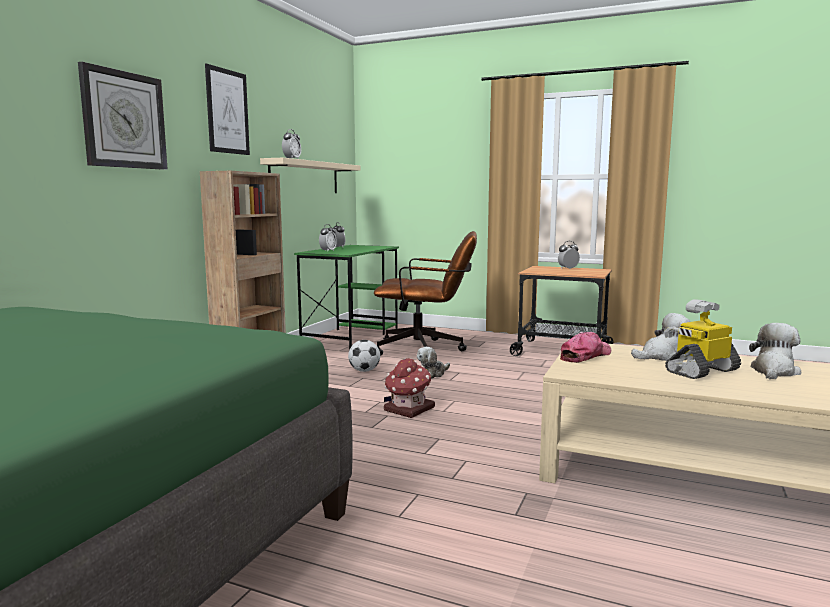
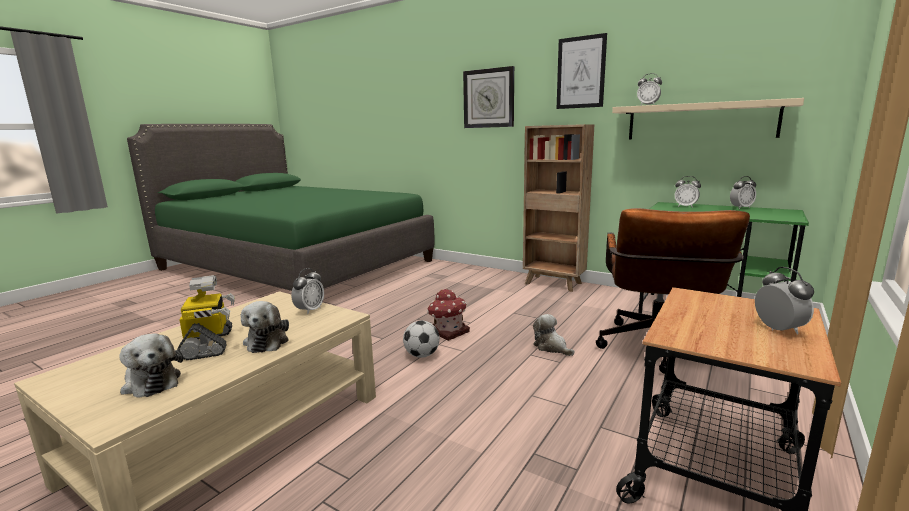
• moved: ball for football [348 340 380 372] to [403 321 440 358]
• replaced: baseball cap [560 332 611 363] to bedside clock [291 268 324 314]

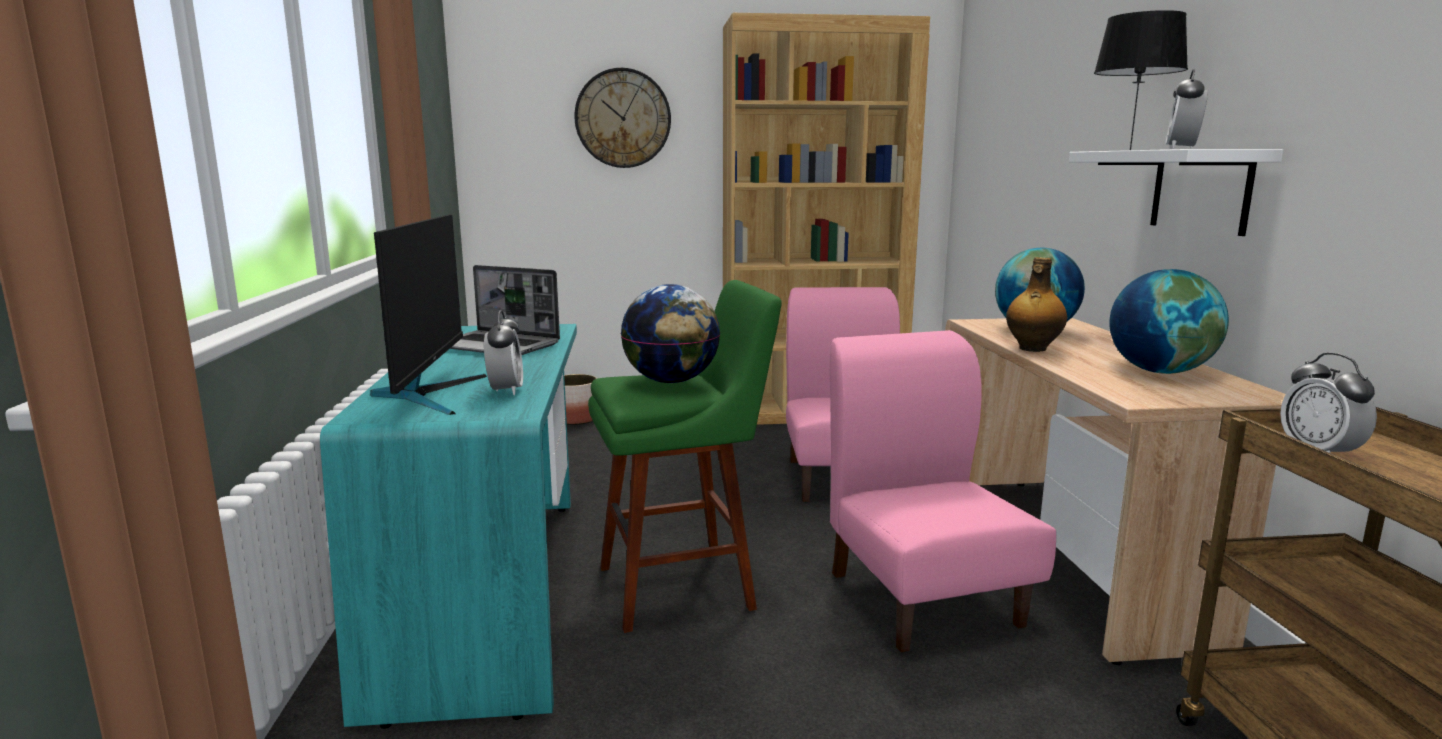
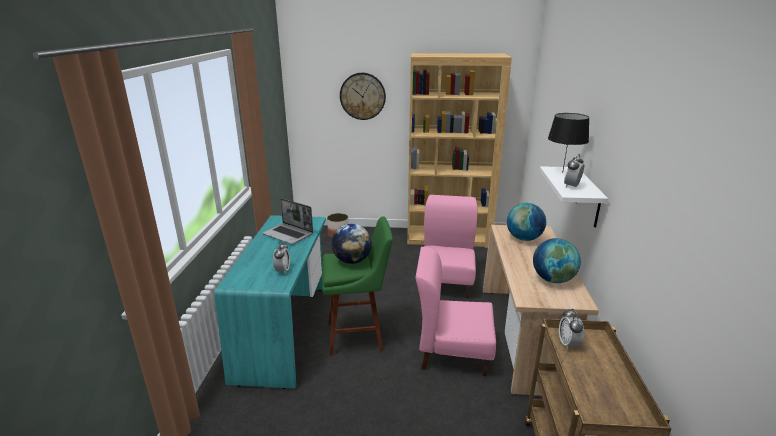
• removed: computer screen [370 214 487 415]
• removed: drink bottle [1006 257 1067 352]
• turned: pink plain chair [830 330 1056 652] = [415 247 496 376] 75 degrees counterclockwise

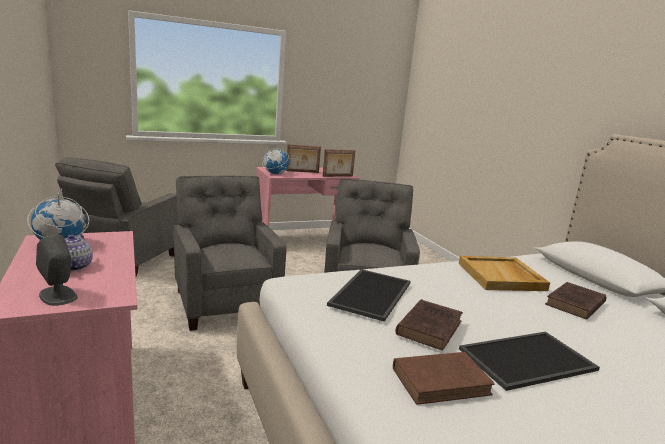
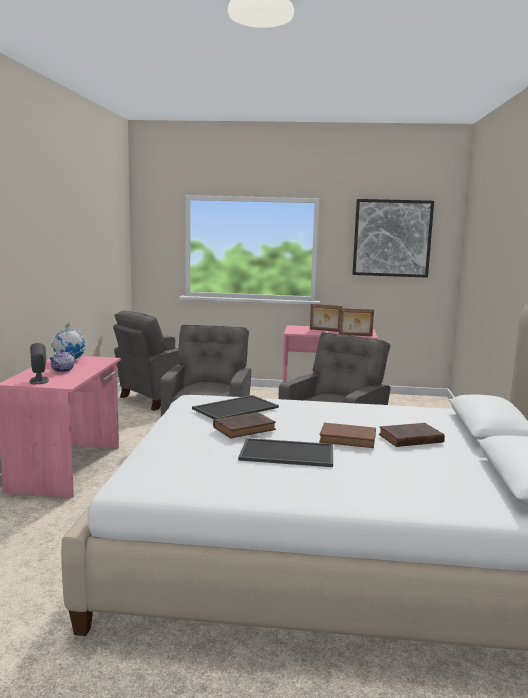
• removed: globe [262 143 289 174]
• removed: beige-coloured carrying tray [459 256 550 291]
• added: picture [352 199 434 278]
• moved: brown-coloured book [393 352 495 405] to [319 423 376 448]

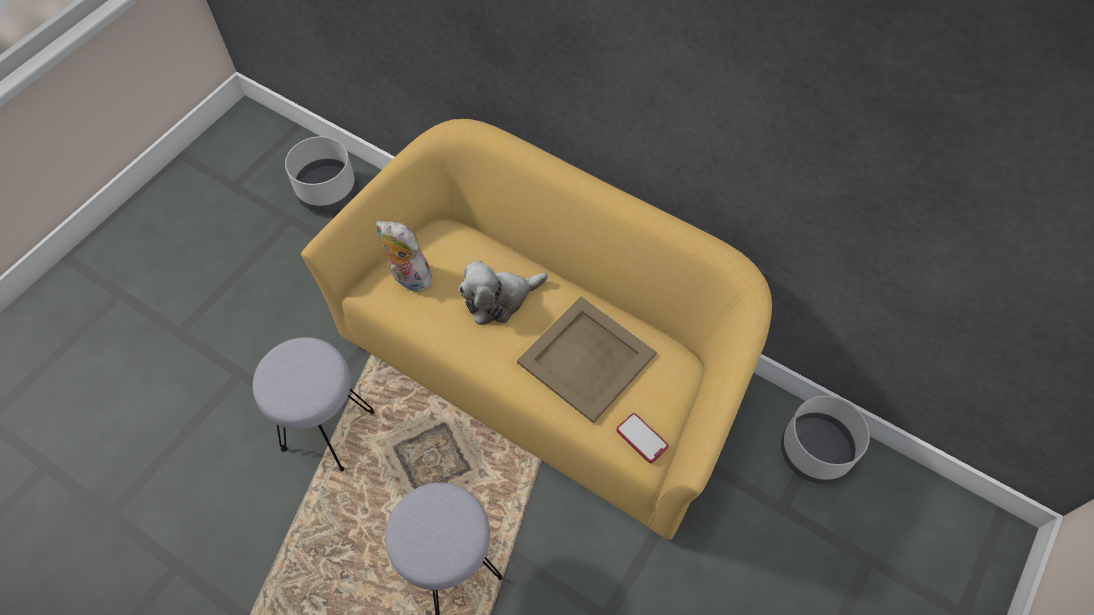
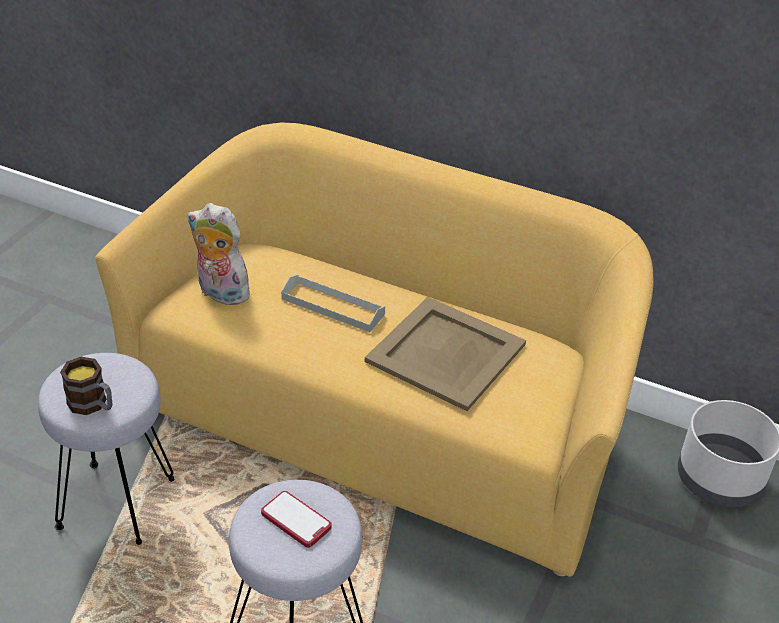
• removed: grey plant pot [285 136 357 212]
• added: coffee mug [60 357 113 415]
• moved: phone [616 413 668 463] to [261 491 332 548]
• replaced: soft toy [458 260 548 325] to grey carrying tray [281 275 385 332]

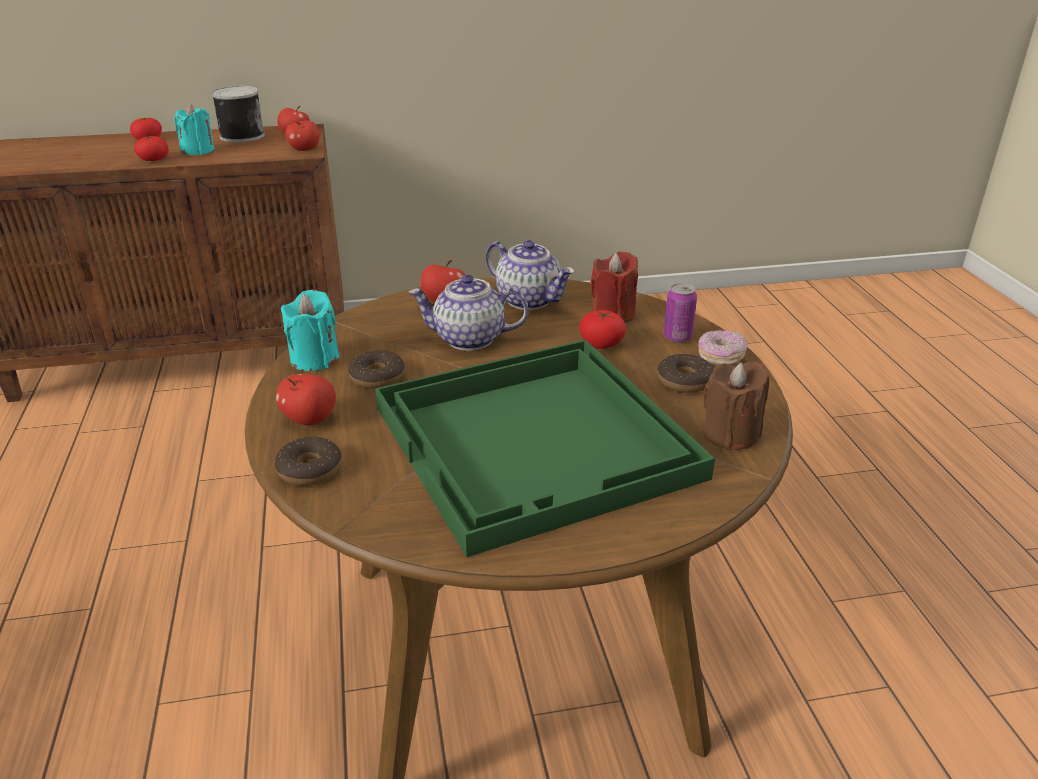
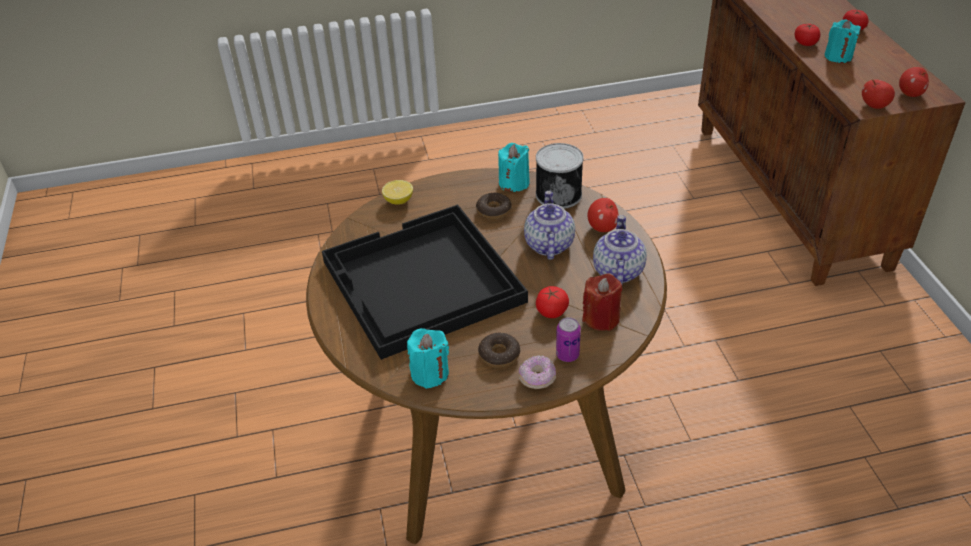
• removed: whole apple [276 374 336 425]
• moved: metal can [212 86 265 142] to [536 143 584 209]
• replaced: donut [275 437 342 486] to lemon [382 180 413 205]
• recoloured: greenish carrying tray [375 340 715 557] to black-coloured carrying tray [322 204 528 360]
• recoloured: brown-coloured wax light [703 361 769 451] to turquoise wax light [407 328 449 389]
• turned: teapot [486 240 575 310] = [593 215 647 284] 150 degrees clockwise

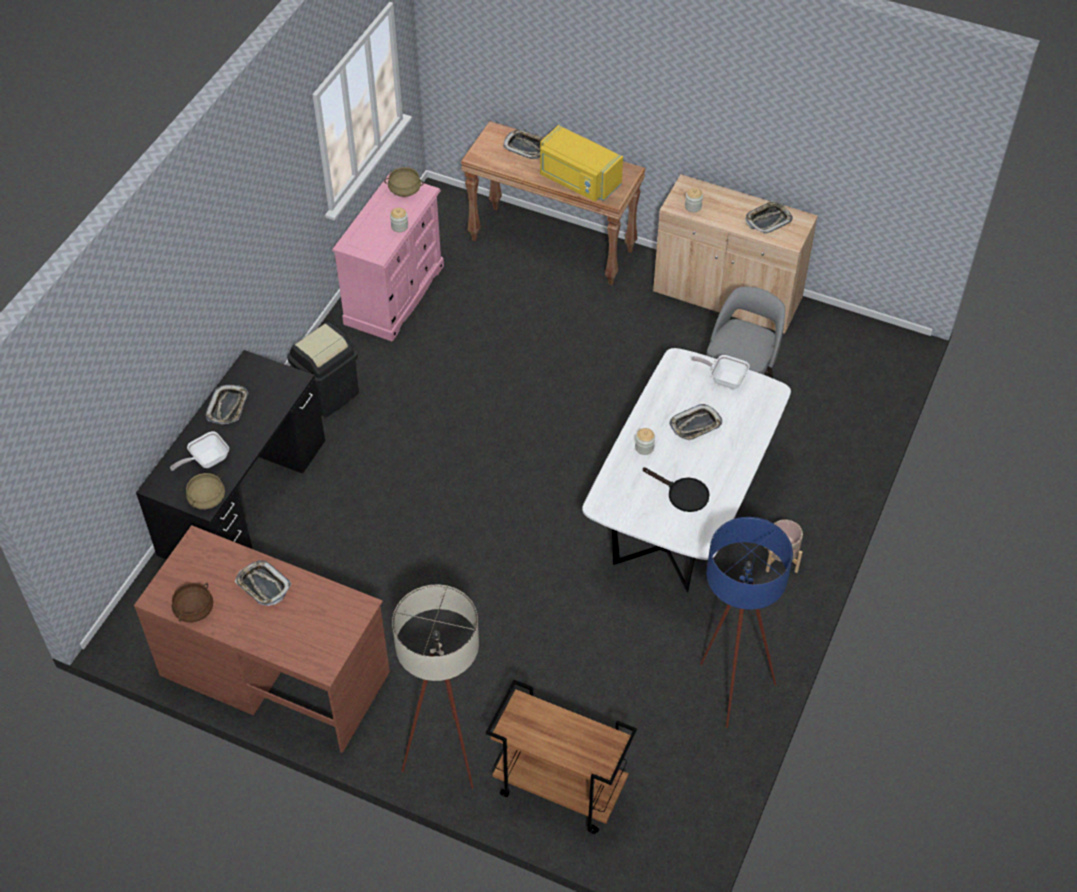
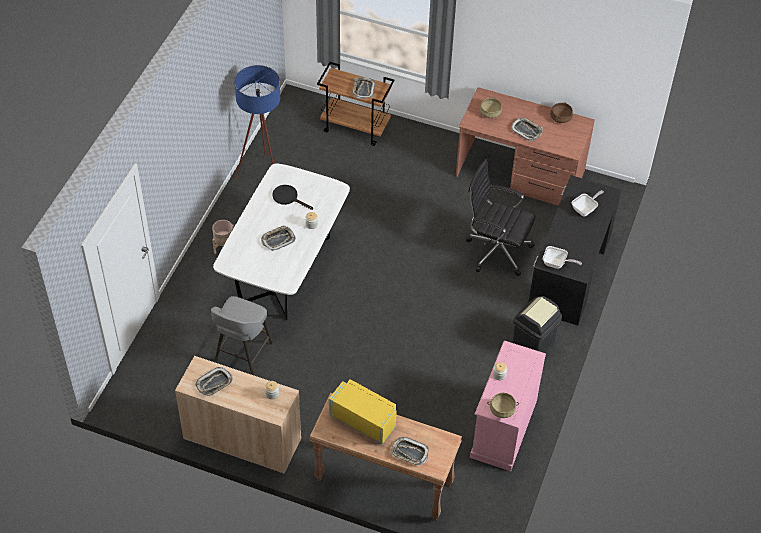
• removed: beige-coloured floor lamp [392 584 479 789]
• added: black-coloured computer chair [466 159 536 276]
• moved: beige-coloured cooking pot [186 473 225 509] to [479 98 502 118]
• moved: carrying tray [206 385 248 424] to [352 77 375 99]
• moved: frying pan [691 355 750 389] to [543 246 582 269]

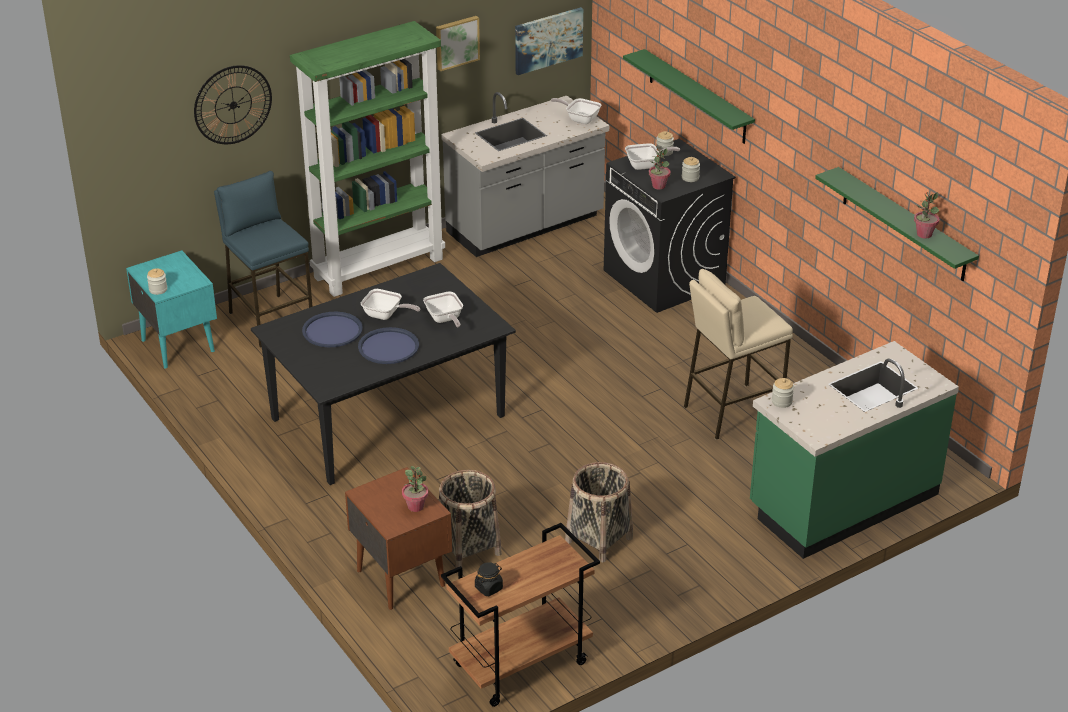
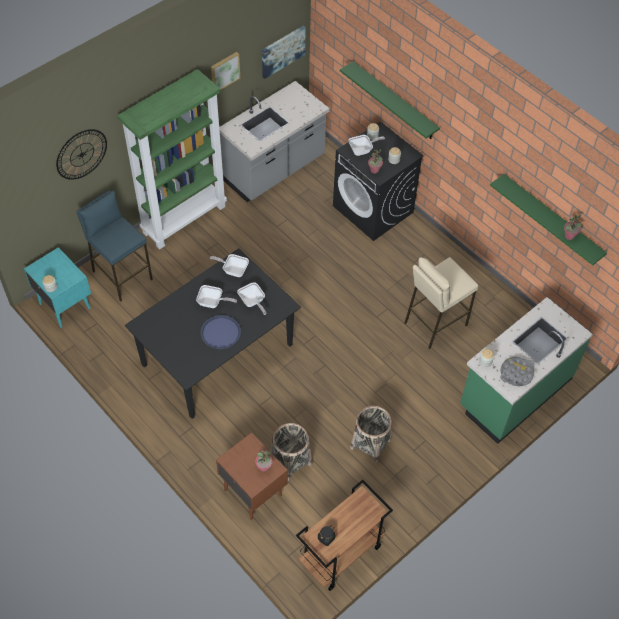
• removed: bluish carrying tray [302 312 363 347]
• added: grey carrying tray [500 357 535 387]
• moved: frying pan [551 98 602 124] to [210 254 249 277]

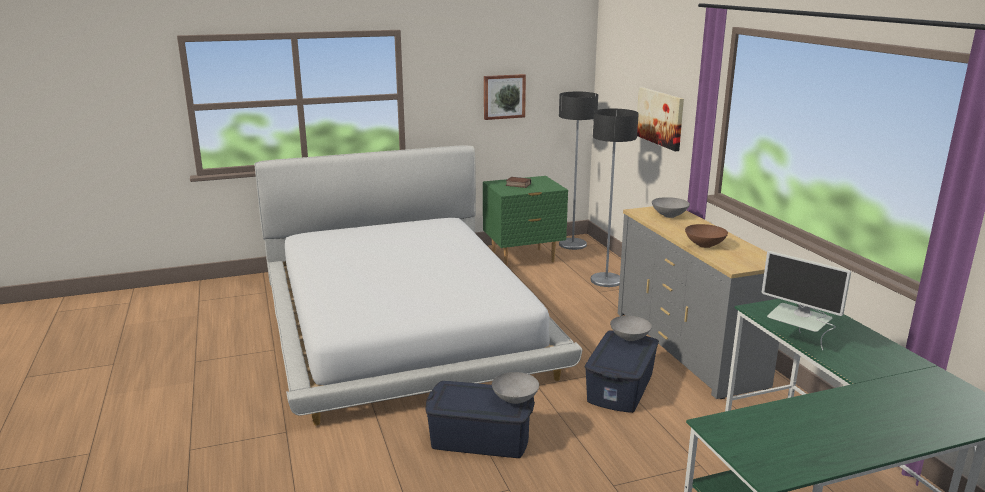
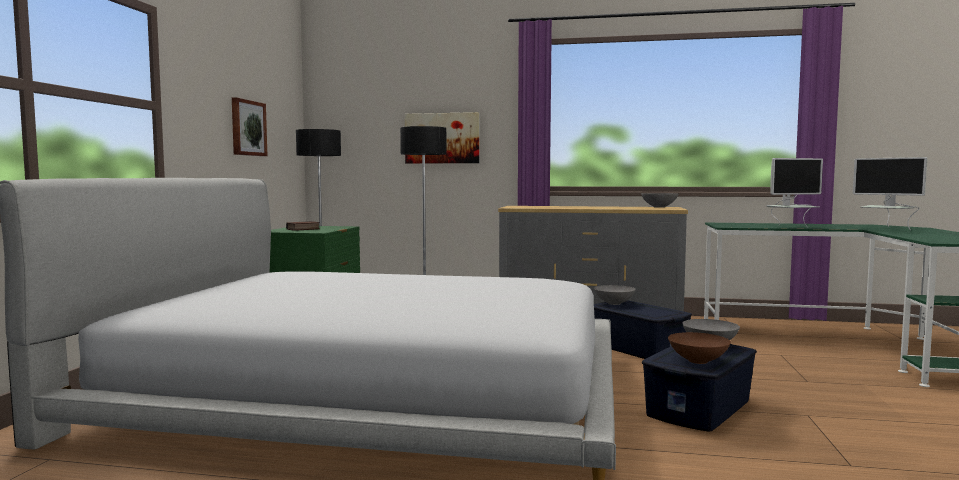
• added: computer screen [853 157 928 230]
• moved: grey deep dish [652 197 690 218] to [641 193 678 208]
• moved: brown-coloured deep dish [685 224 728 248] to [668 332 731 364]

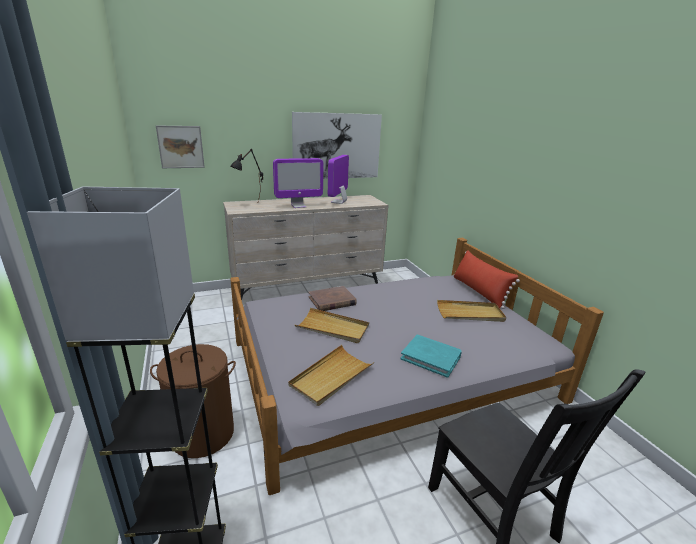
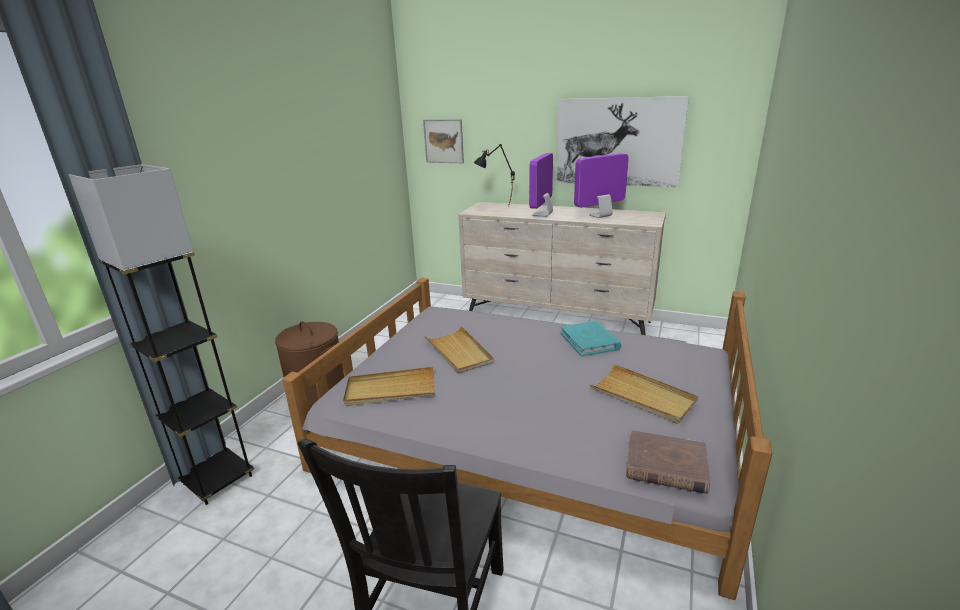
• removed: reddish throw pillow [453 250 520 309]
• moved: brown-coloured book [309 286 357 311] to [626 430 710 494]
• moved: turquoise book [401 335 462 378] to [561 321 621 356]
• turned: computer screen [273 158 323 208] = [529 153 553 217] 90 degrees clockwise

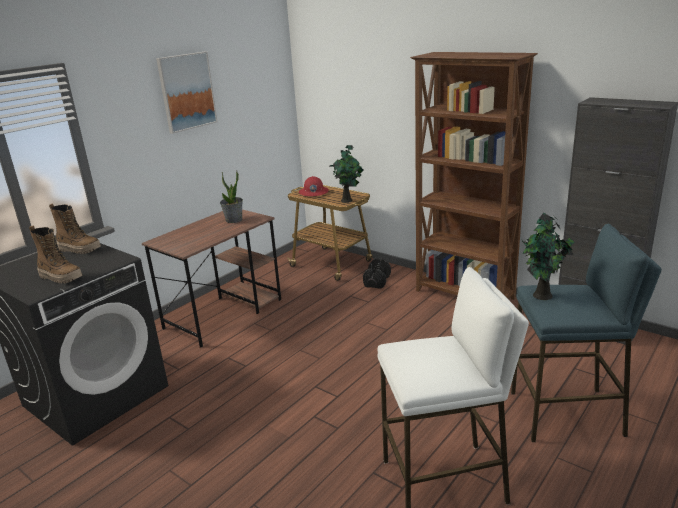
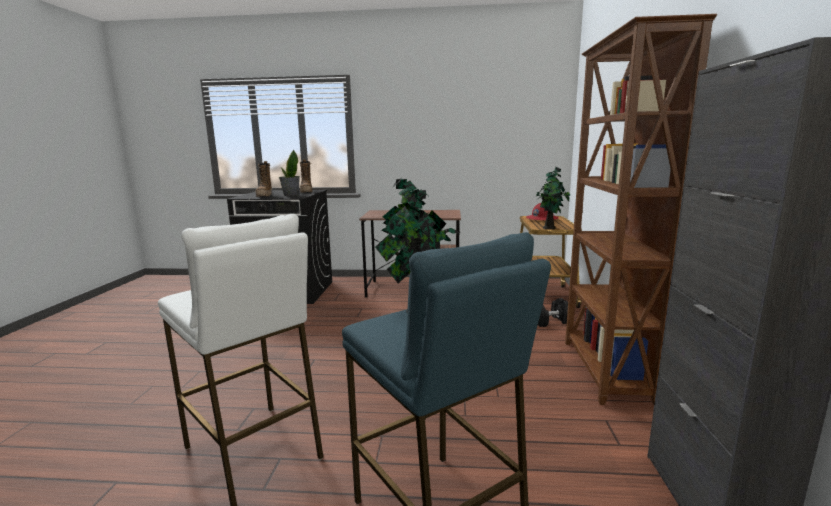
• removed: picture [156 52 218 134]
• moved: plant in a pot [220 171 243 223] to [279 150 300 196]

